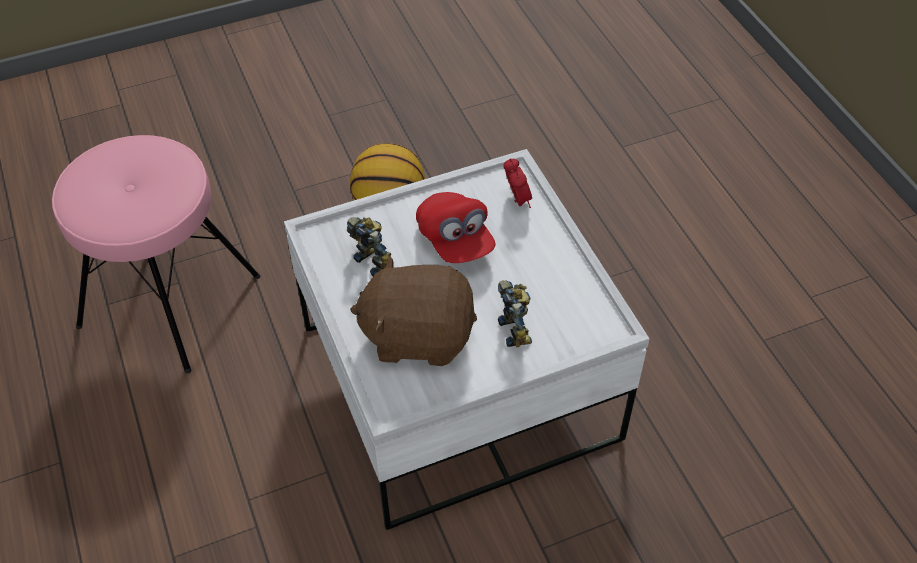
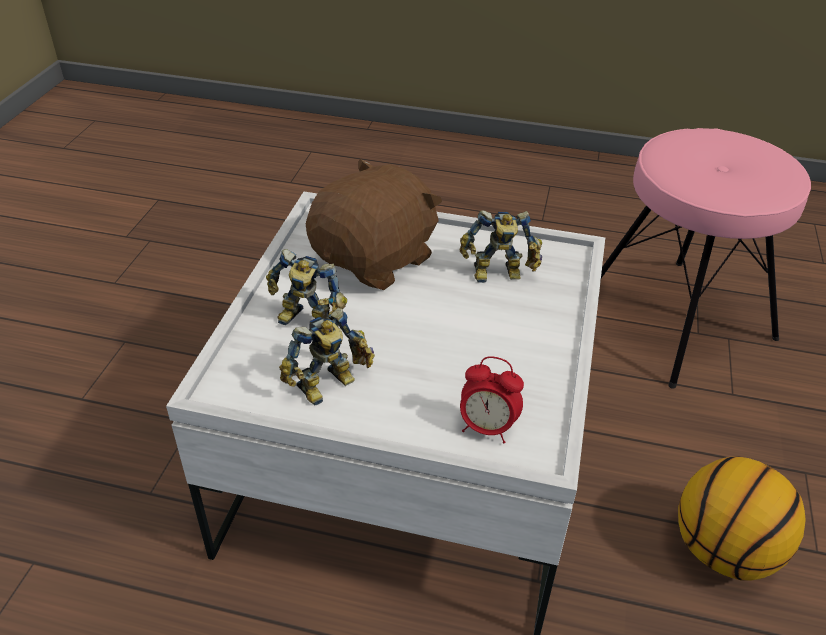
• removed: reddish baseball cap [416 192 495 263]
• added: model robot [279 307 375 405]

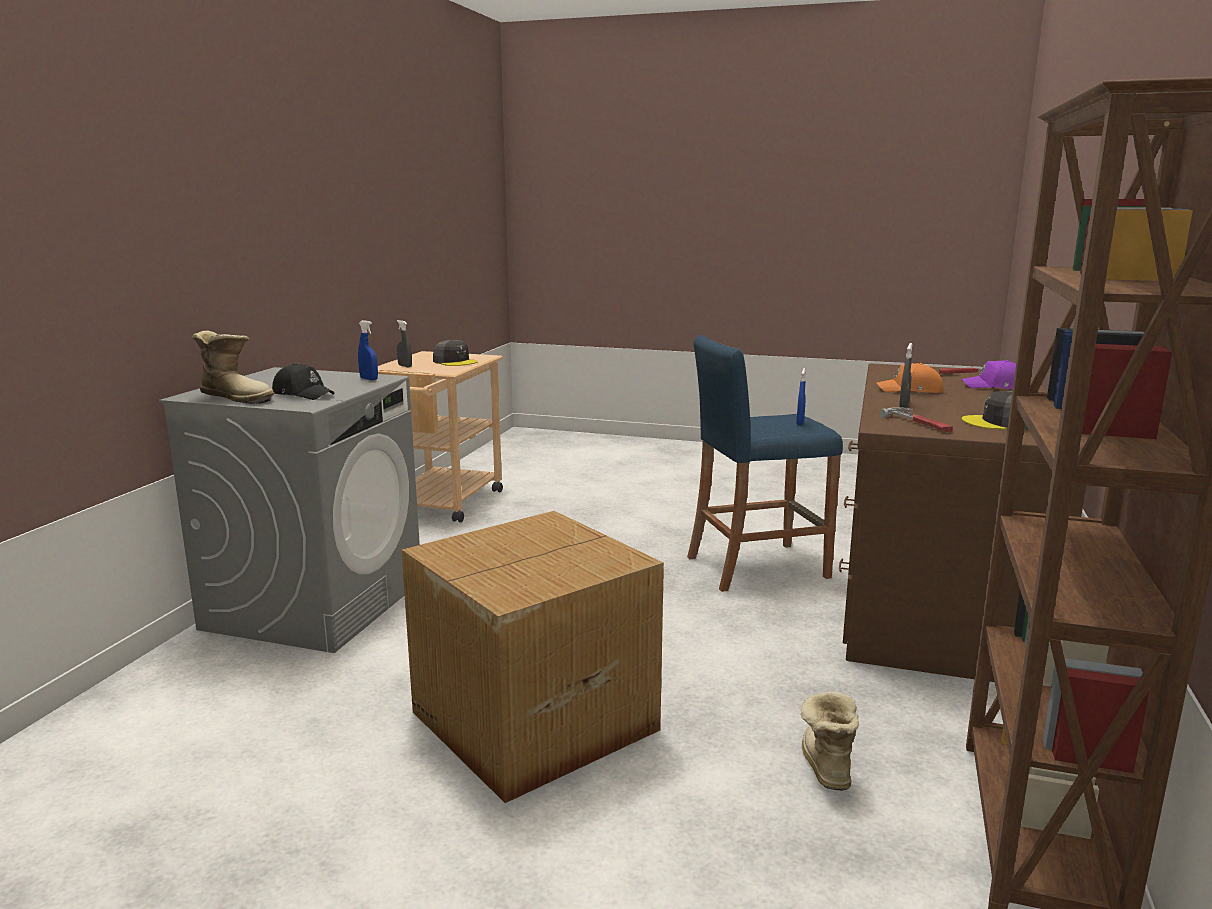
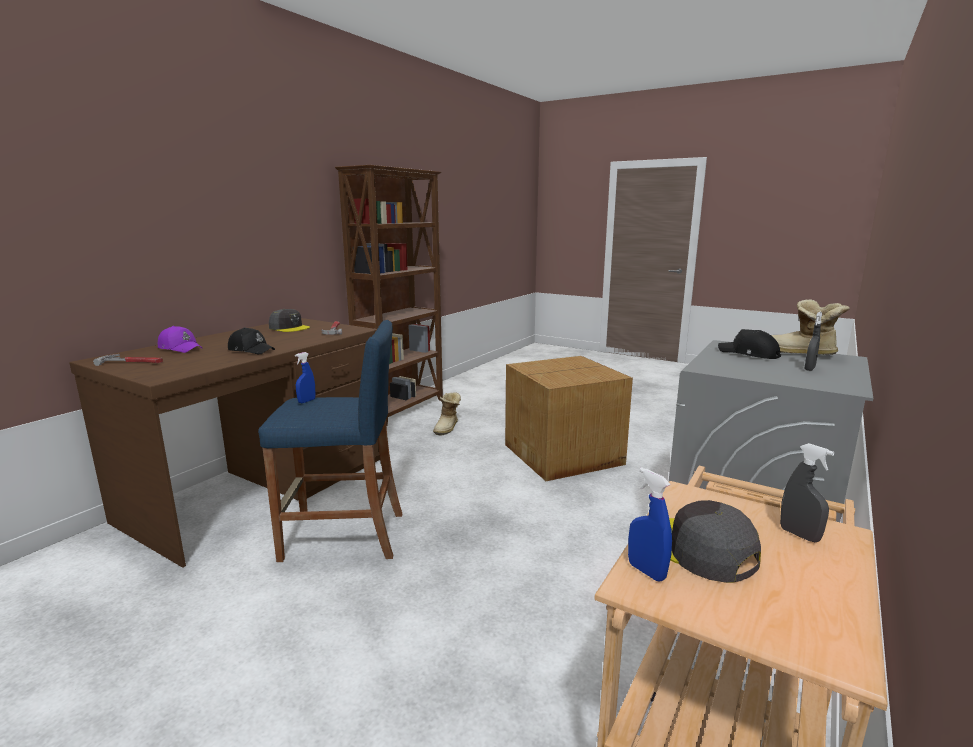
• moved: bluish hand sprayer [358 320 378 380] to [628 467 672 582]
• moved: grey hand sprayer [899 343 913 408] to [804 311 822 371]
• recoloured: orange-coloured baseball cap [877 363 943 393] to black-coloured baseball cap [228 327 275 355]

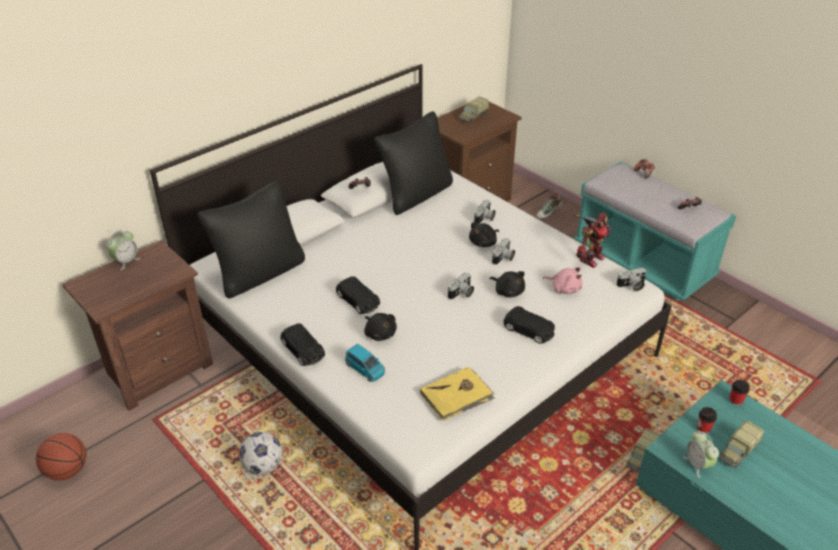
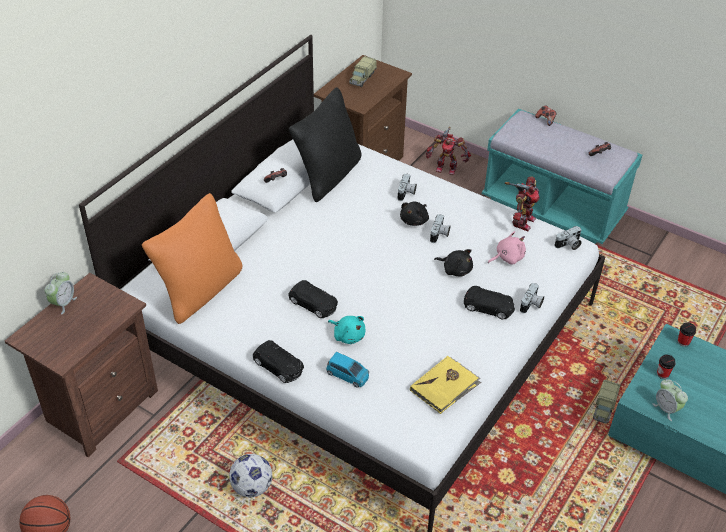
• removed: model truck [719 421 764 468]
• moved: still camera [448 272 474 299] to [520 283 544 313]
• replaced: low shoe [537 192 563 219] to model robot [426 127 471 175]
• recoloured: black-coloured throw pillow [197 181 305 298] to orange-coloured throw pillow [142 193 242 324]
• recoloured: black-coloured soft toy [364 313 397 341] to turquoise soft toy [328 316 366 344]
• turned: pink soft toy [543 267 582 294] = [488 231 526 265] 45 degrees counterclockwise

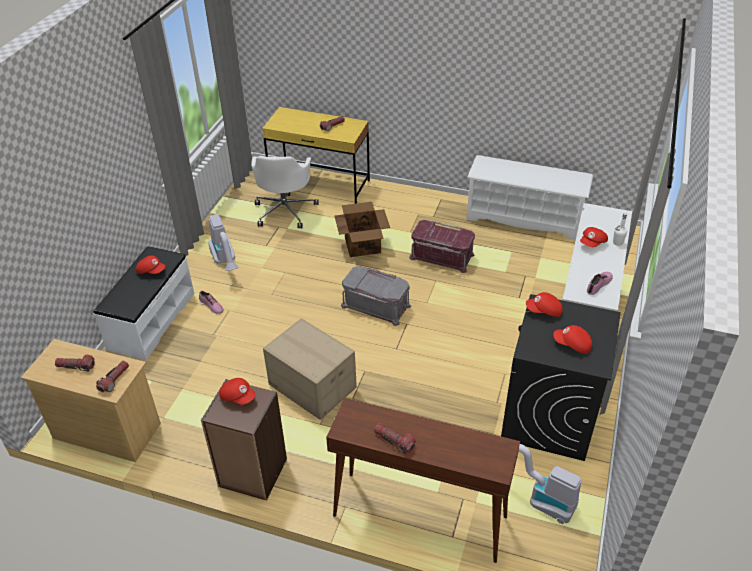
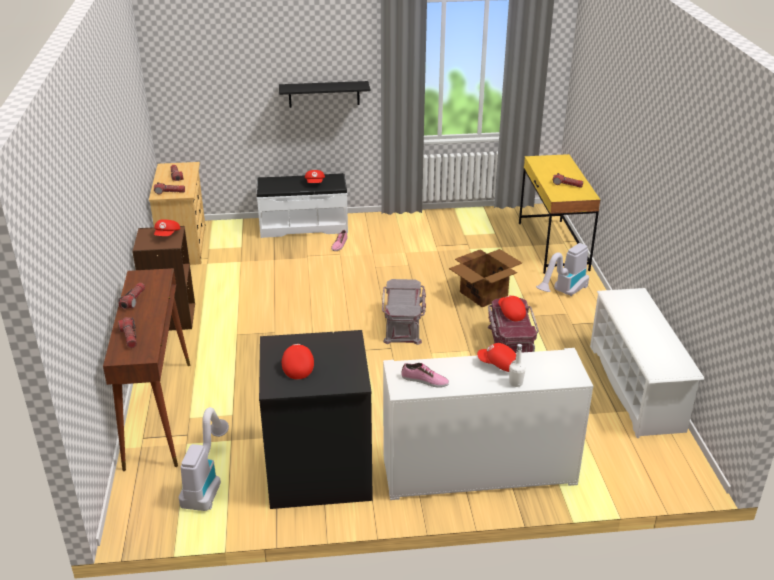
• removed: white computer chair [251 156 319 228]
• removed: carton [263 318 357 420]
• added: hand torch [118 317 137 348]
• added: black-coloured wall shelf [279 81 370 108]
• moved: hoover [208 214 239 271] to [536 243 589 296]
• moved: reddish baseball cap [526 292 563 317] to [498 295 526 322]

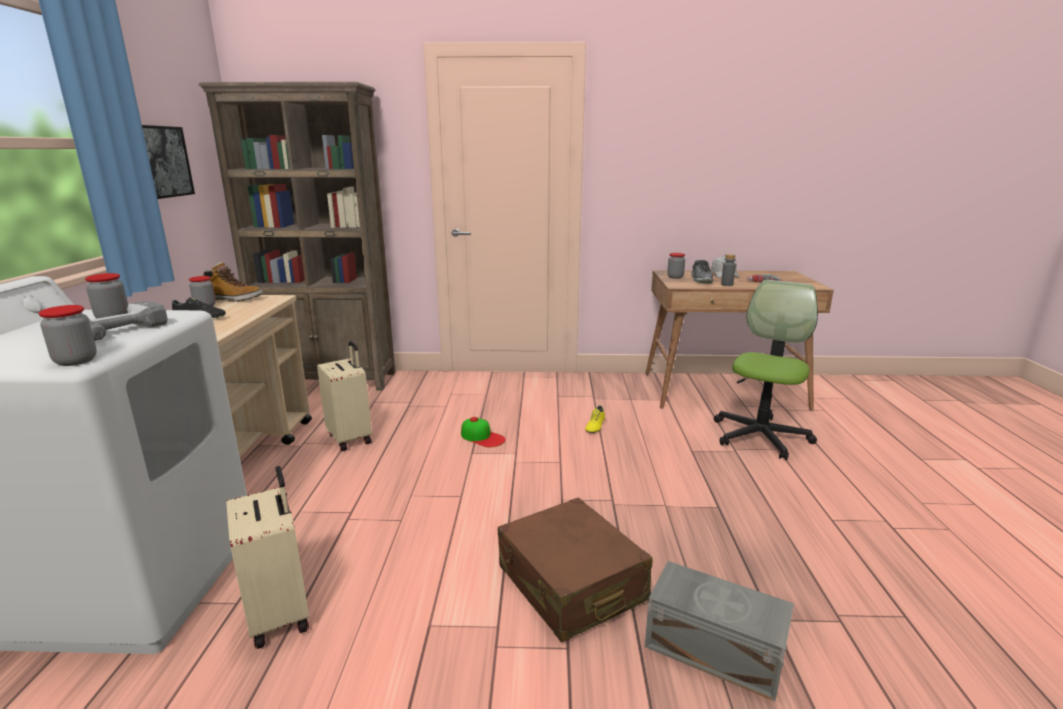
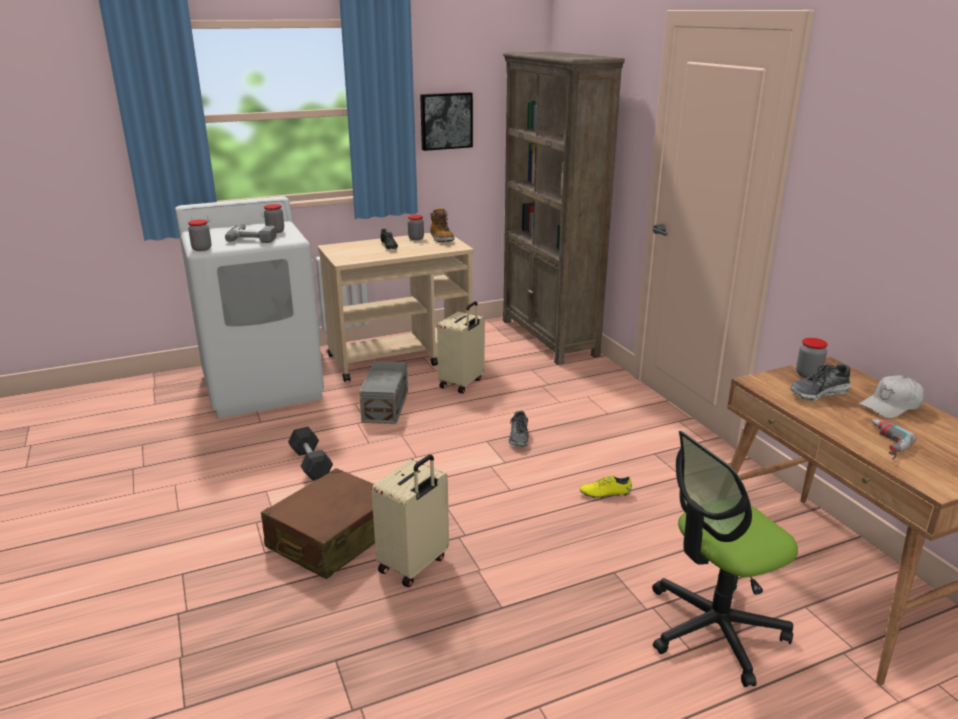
• removed: grey drink bottle [721 254 736 286]
• added: grey free weight [288 427 333 481]
• moved: beige-coloured suitcase [226 466 309 649] to [371 454 449 587]
• moved: grey storage box [645 561 794 701] to [359 361 408 424]
• replaced: baseball cap [461 417 506 447] to low shoe [509 411 529 447]
• turned: computer chair [714 280 818 460] = [652 431 798 687] 150 degrees clockwise

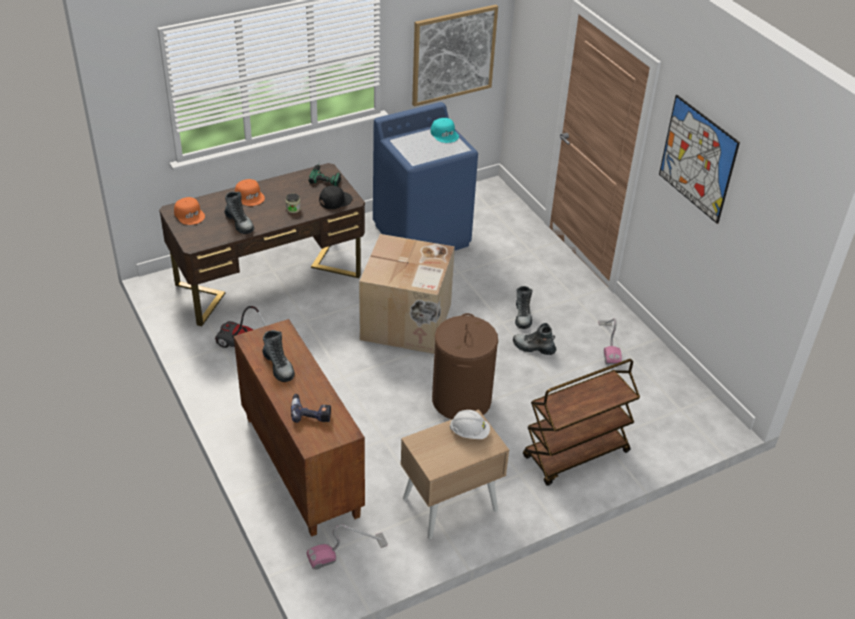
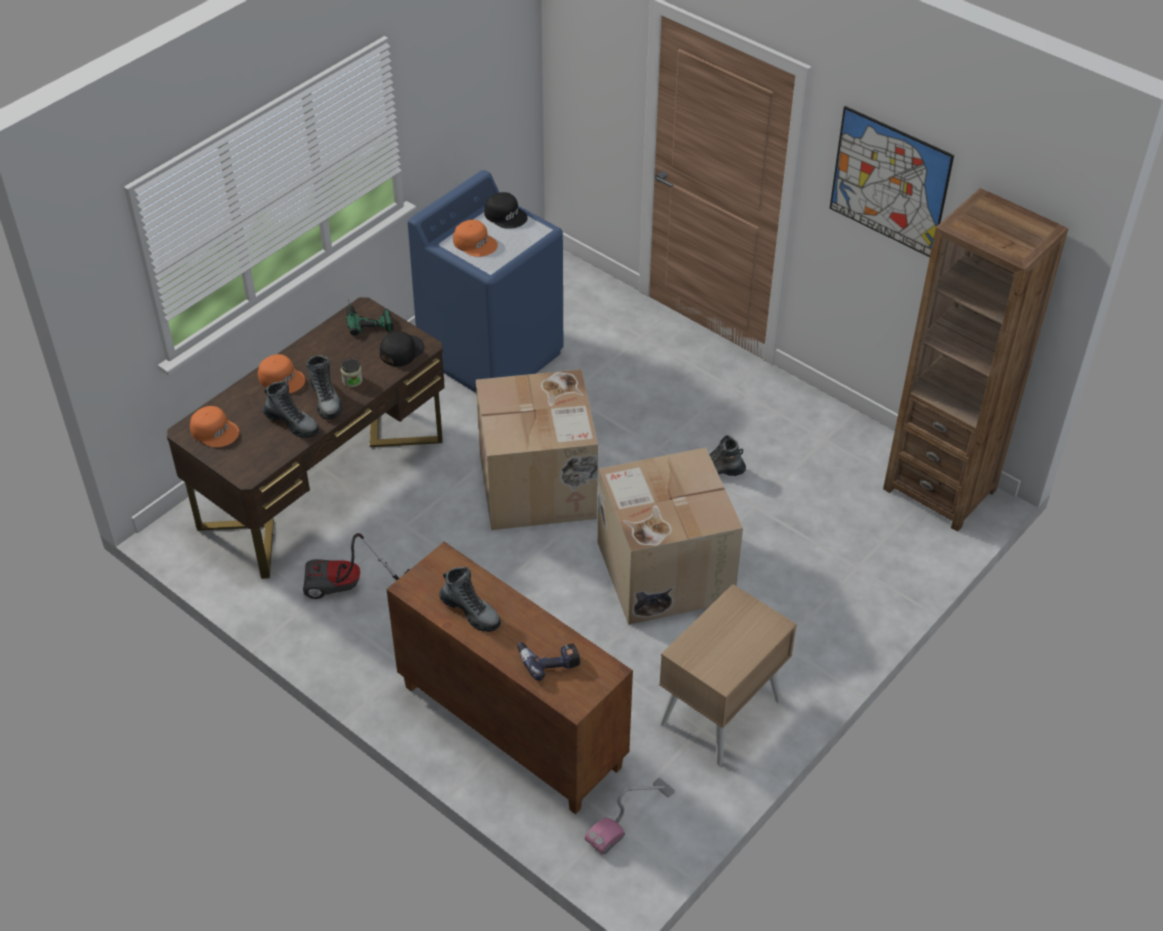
• removed: picture [412 5 498 107]
• removed: white safety helmet [450 410 490 439]
• removed: brown-coloured wheeled cart [523 359 640 486]
• removed: hoover [598 318 622 364]
• added: orange-coloured baseball cap [453 220 498 257]
• added: brown-coloured bookcase [883 188 1068 532]
• moved: tall boot [515 286 533 329] to [306 355 342 419]
• replaced: brown-coloured laundry basket [432 313 498 420] to carton [598 447 743 625]
• recoloured: turquoise baseball cap [431 118 459 143] to black-coloured baseball cap [484 192 528 229]

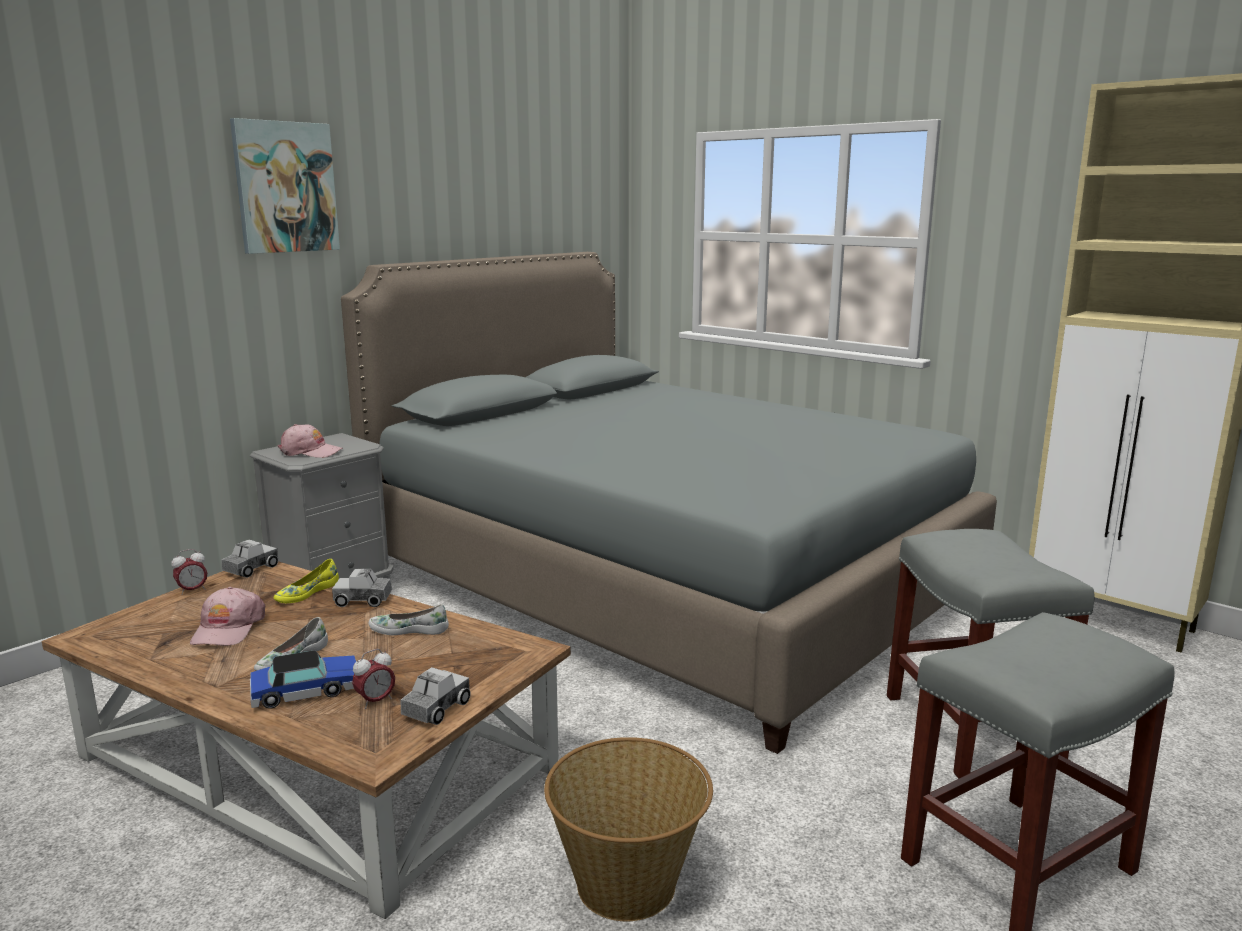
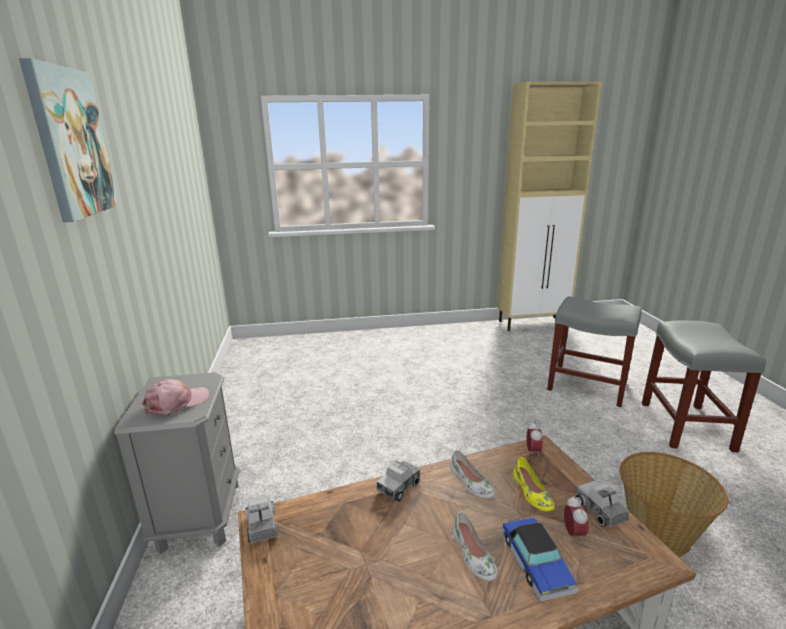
• removed: pink baseball cap [190 587 265 646]
• removed: grey bed [341 252 997 754]
• moved: bedside clock [172 549 207 595] to [527 421 543 457]
• moved: yellow-coloured low shoe [274 559 339 603] to [513 457 555 511]
• turned: toy car [250 650 356 709] = [501 517 578 602] 150 degrees clockwise
• turned: white low shoe [369 604 449 635] = [450 450 496 499] 75 degrees counterclockwise

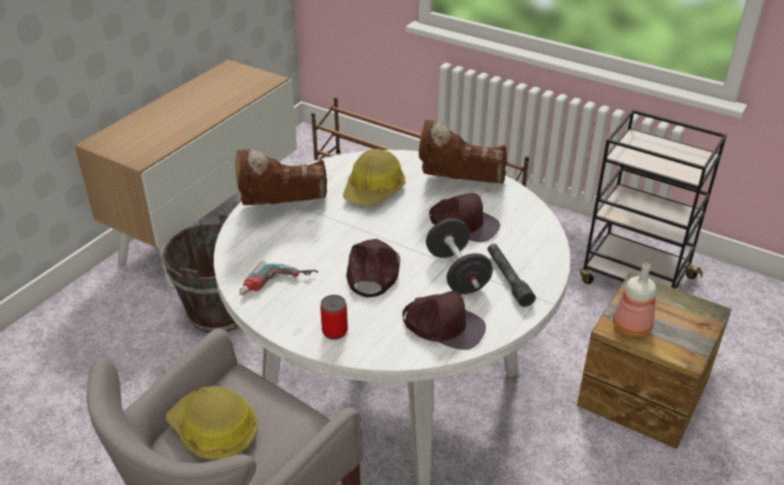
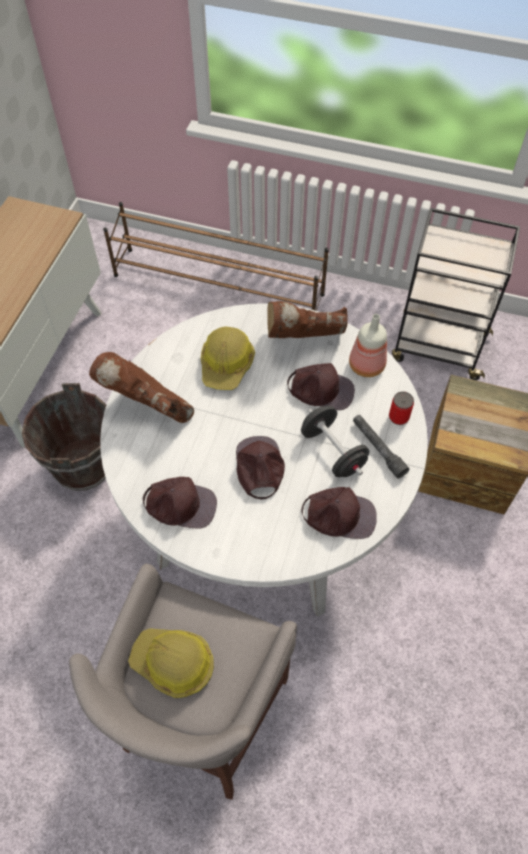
• moved: metal can [320 295 348 340] to [389 391 414 425]
• moved: drink bottle [613 263 656 338] to [349 314 387 377]
• replaced: power drill [239 261 318 295] to brown-coloured baseball cap [143 477 217 529]
• turned: brown-coloured tall boot [235 149 327 205] = [89 352 194 423] 60 degrees clockwise

